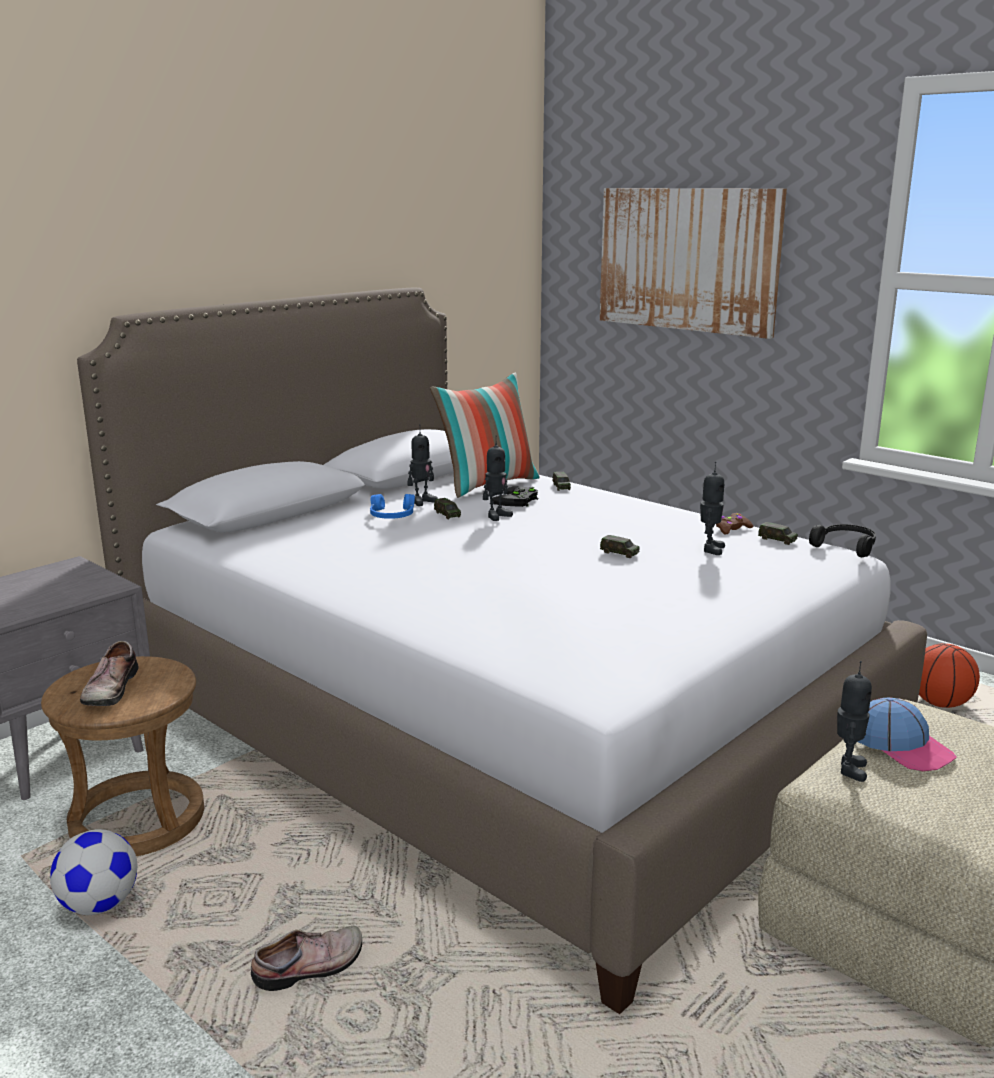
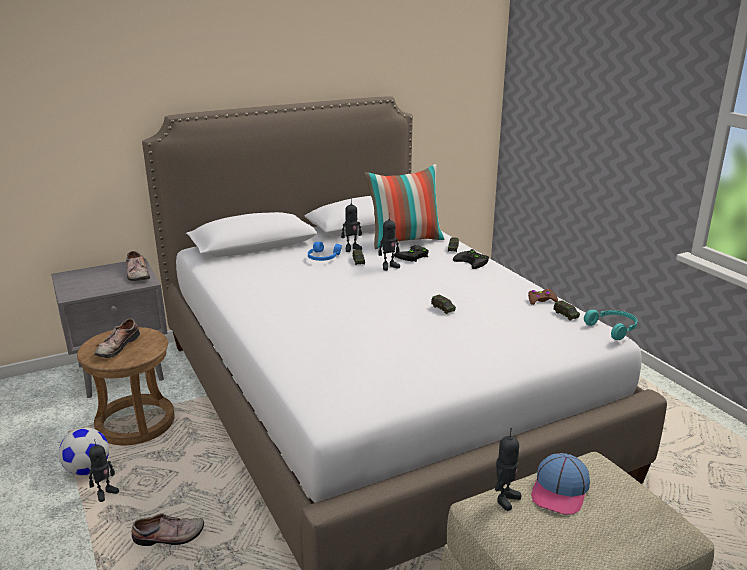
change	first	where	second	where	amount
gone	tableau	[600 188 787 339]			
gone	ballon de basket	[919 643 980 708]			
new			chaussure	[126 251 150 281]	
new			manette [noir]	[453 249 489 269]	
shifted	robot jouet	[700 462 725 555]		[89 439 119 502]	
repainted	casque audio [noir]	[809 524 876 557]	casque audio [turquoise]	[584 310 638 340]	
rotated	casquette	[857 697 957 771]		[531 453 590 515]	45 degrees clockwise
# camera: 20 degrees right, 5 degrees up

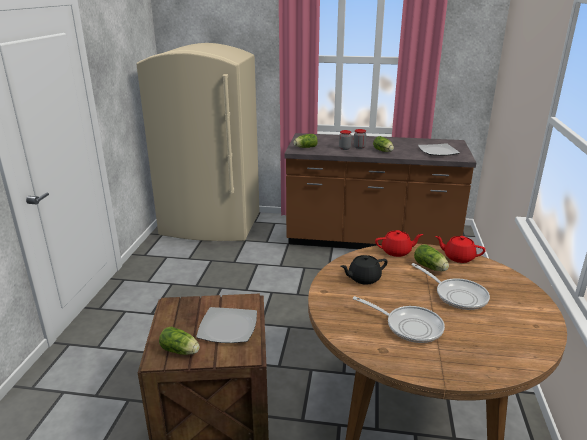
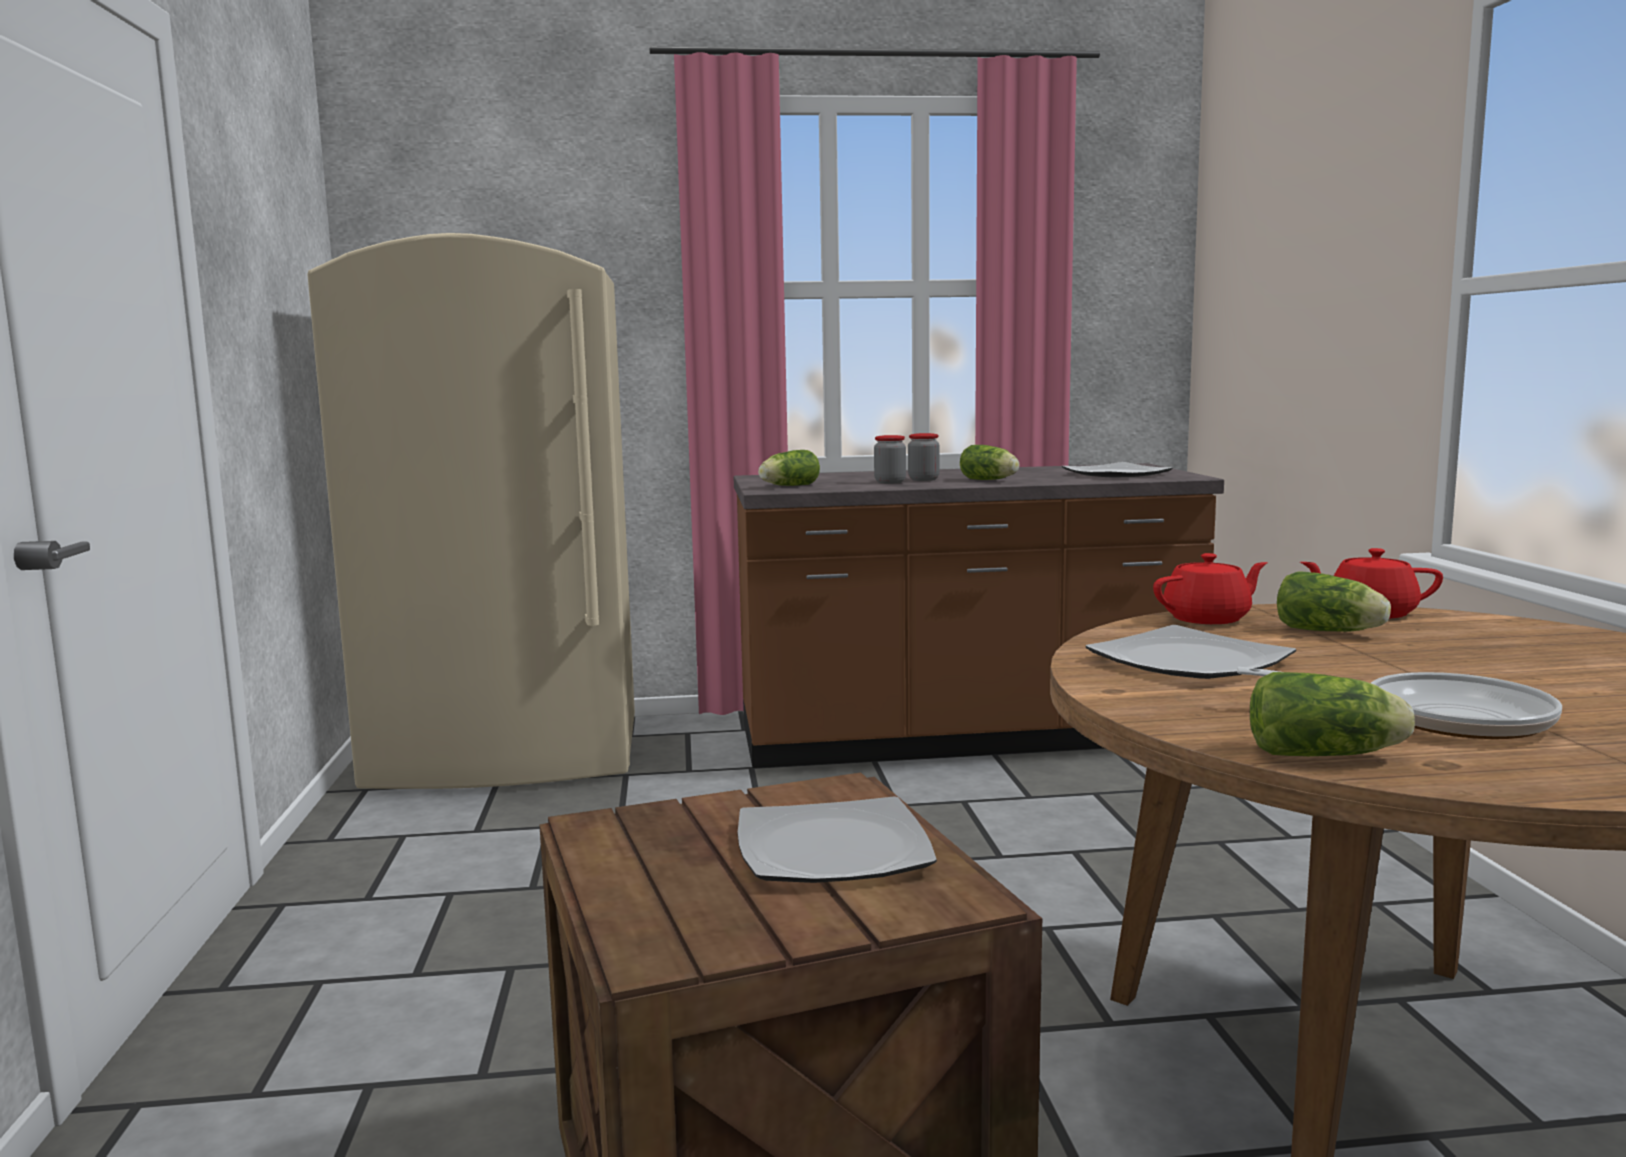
change	first	where	second	where	amount
gone	poêle	[411 263 490 310]			
shifted	laitue	[159 326 200 355]		[1250 672 1415 756]	
swapped	théière [noir]	[340 255 388 285]	assiette	[1086 625 1296 679]	
# camera: 15 degrees left, 15 degrees down

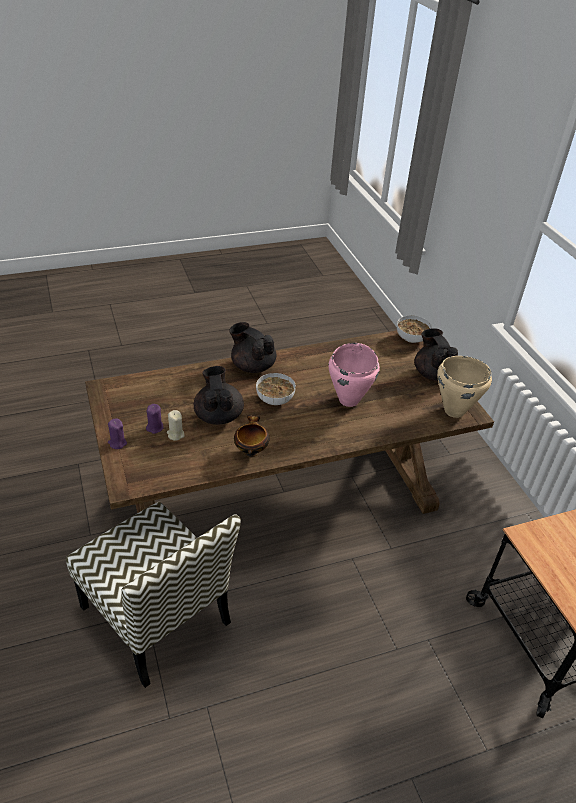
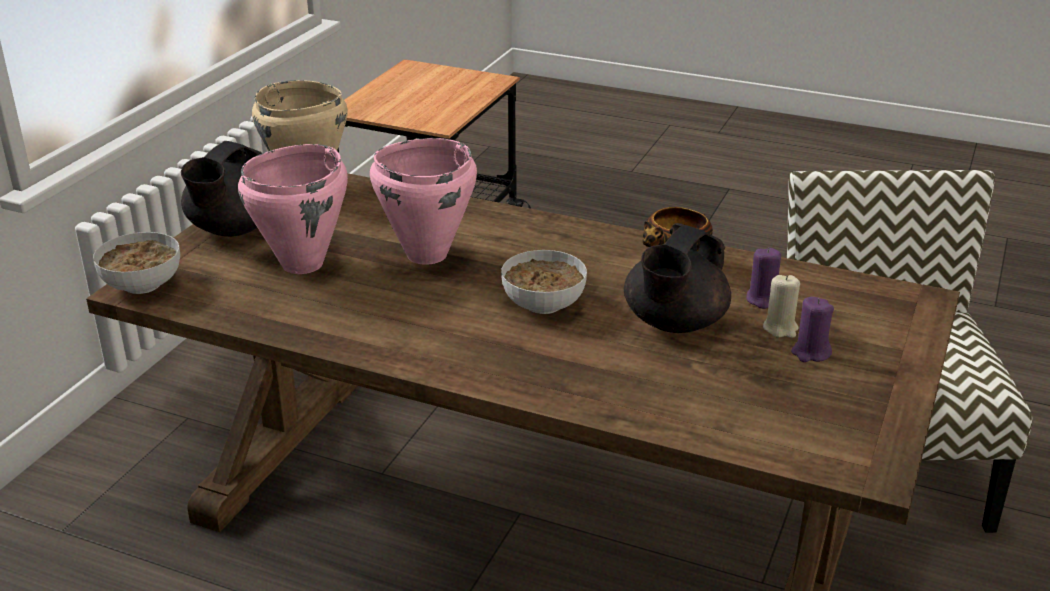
change	first	where	second	where	amount
gone	théière [noir]	[229 322 276 373]			
new			marmite [rose]	[238 144 348 274]	
shifted	bougie [violet]	[108 418 127 449]		[746 248 781 309]	
# camera: 135 degrees left, 10 degrees down

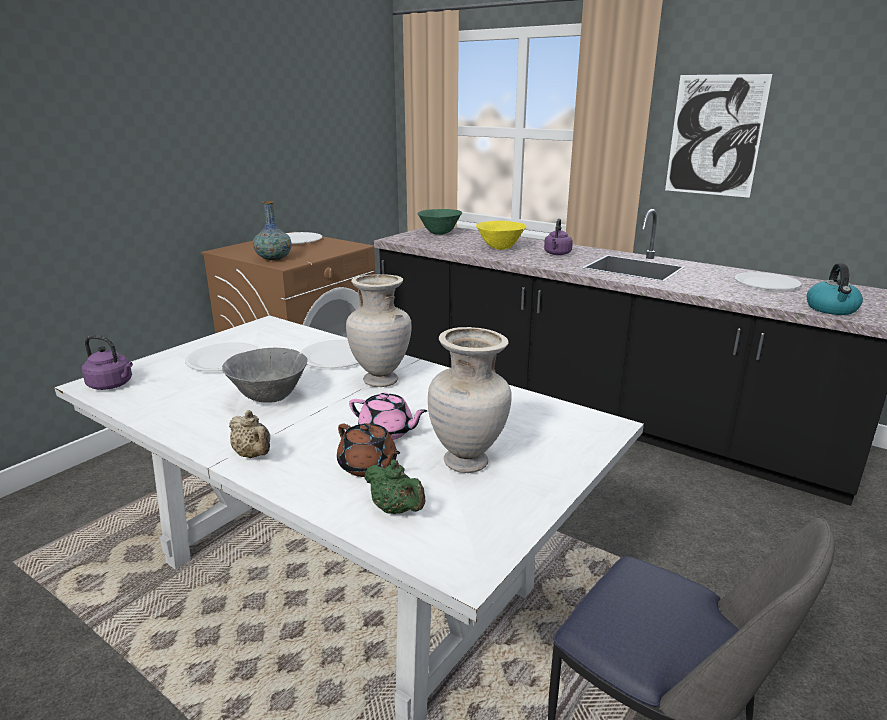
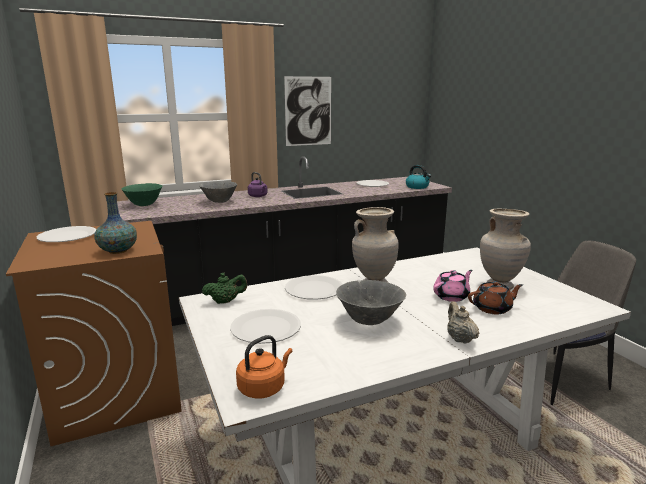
change	first	where	second	where	amount
shifted	théière [vert]	[364 459 425 514]		[202 273 247 304]	
repainted	bouilloire [violet]	[82 335 133 390]	bouilloire [orange]	[236 335 292 399]	
repainted	bol [jaune]	[476 221 527 250]	bol [gris]	[199 181 237 203]	
rotated	théière [beige]	[229 410 270 458]		[447 301 479 344]	90 degrees counterclockwise
# camera: 60 degrees left, 5 degrees down

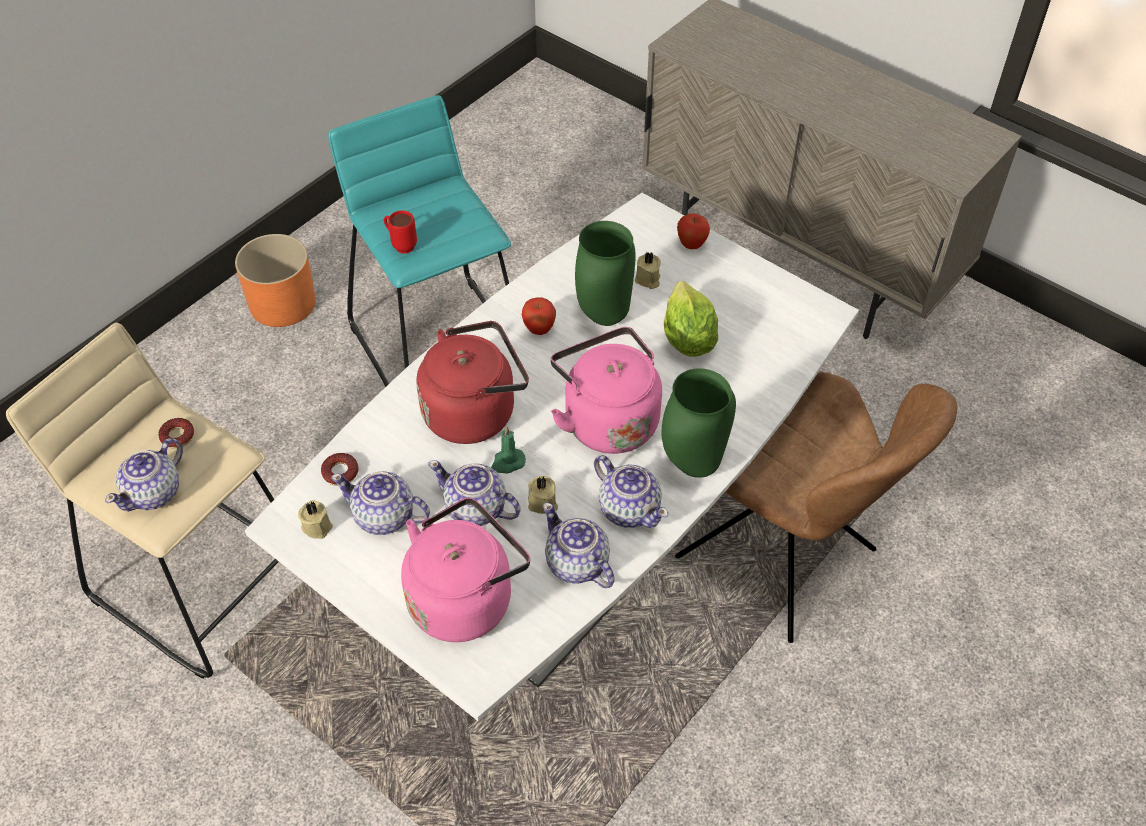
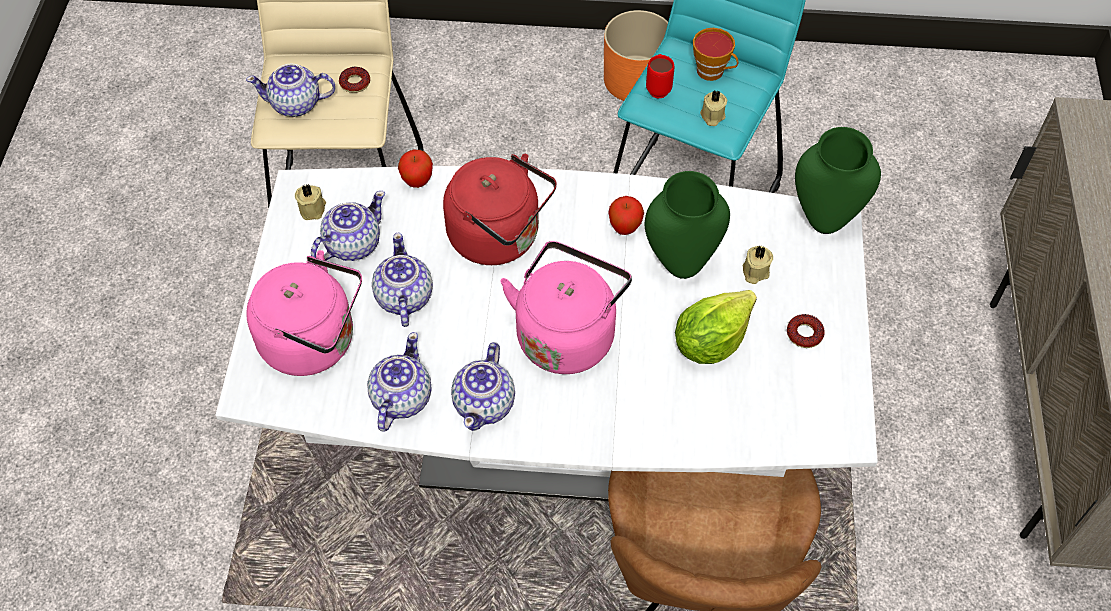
change	first	where	second	where	amount
gone	bougie [vert]	[491 426 526 474]			
new			tasse	[693 28 738 81]	
shifted	beignet	[321 453 358 486]		[787 314 825 348]	
shifted	bougie [beige]	[528 476 558 514]		[700 90 727 126]	
shifted	vase [vert]	[661 368 736 478]		[795 127 881 234]	
shifted	pomme	[677 213 710 249]		[398 150 433 188]	
rotated	théière	[331 471 430 535]		[311 191 385 261]	60 degrees clockwise
# camera: 55 degrees right, 5 degrees up

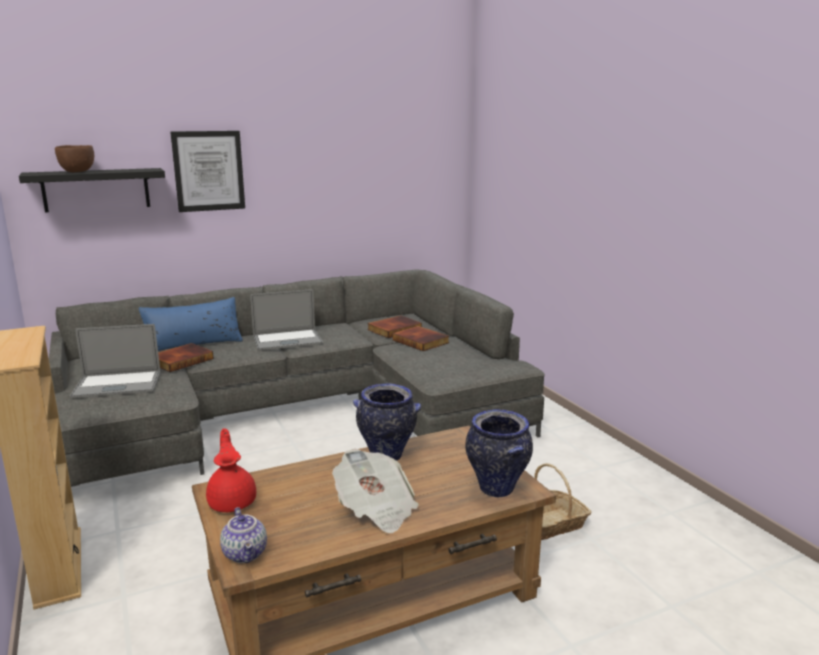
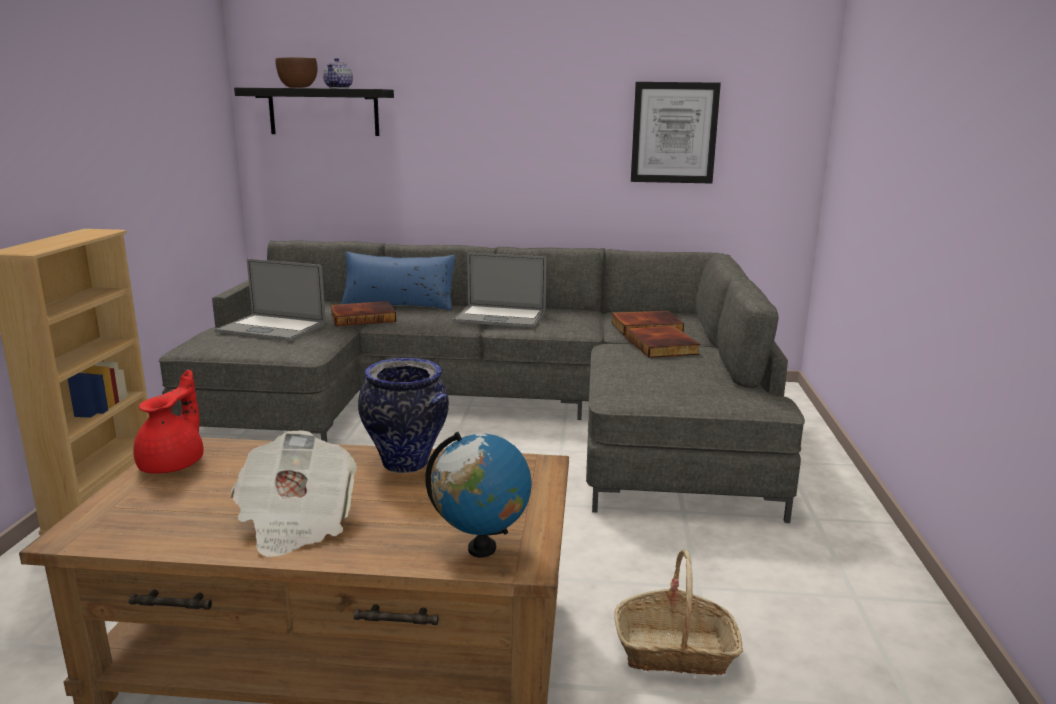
change	first	where	second	where	amount
shifted	tableau	[170 131 245 212]		[631 82 721 183]	
shifted	théière	[220 507 267 563]		[323 58 353 88]	
swapped	vase	[465 409 533 497]	globe	[425 432 532 558]	
# camera: 30 degrees right, 0 degrees up

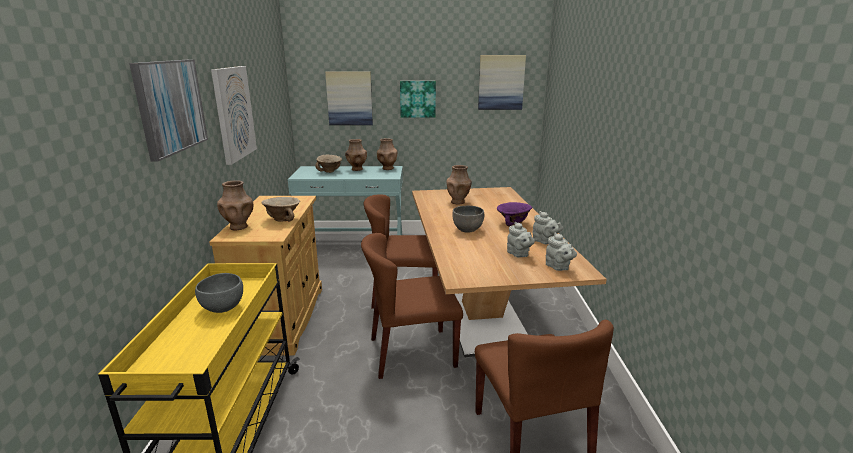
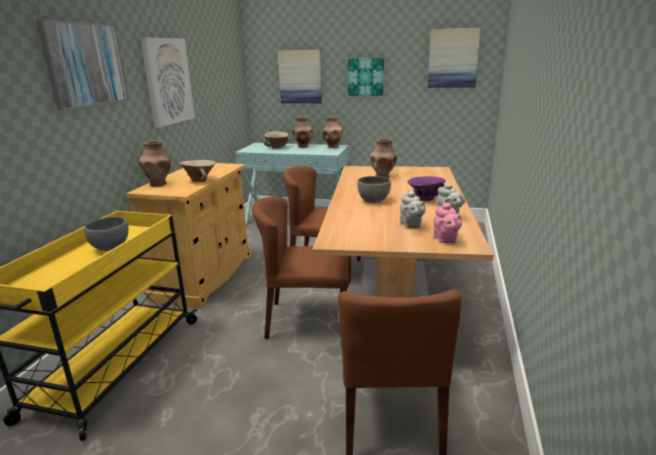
change	first	where	second	where	amount
repainted	théière [gris]	[546 233 577 271]	théière [rose]	[433 201 462 243]	
# camera: 15 degrees right, 0 degrees up

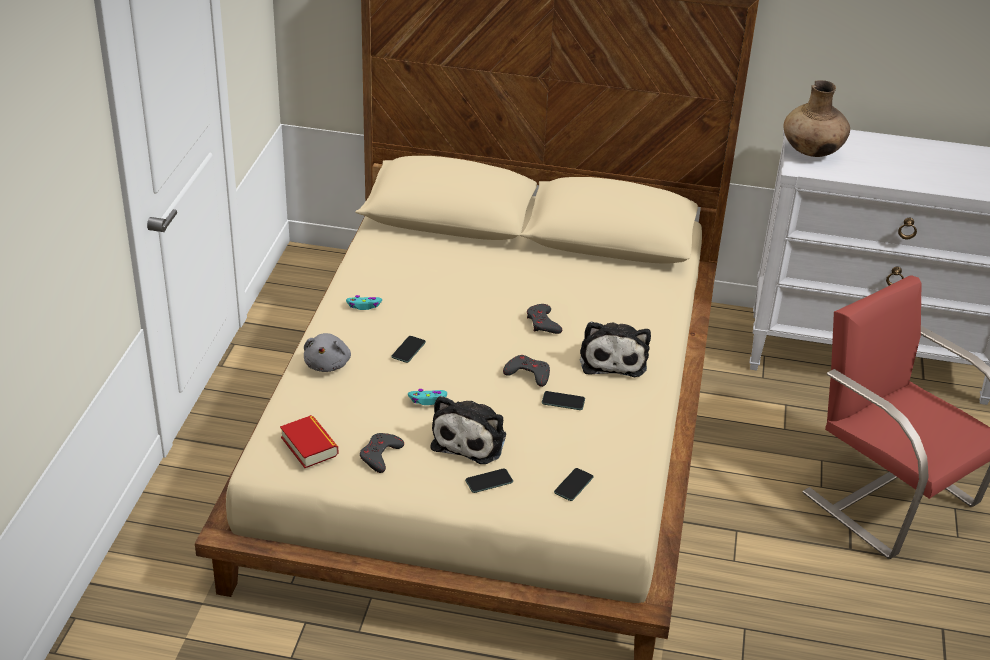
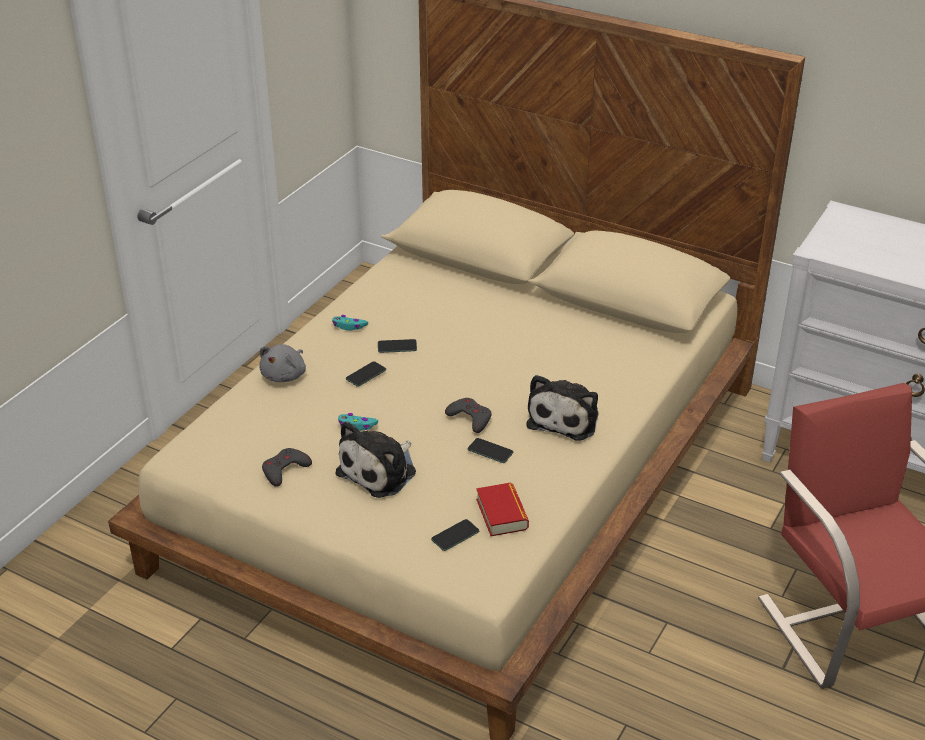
change	first	where	second	where	amount
gone	manette [gris]	[527 304 562 334]			
gone	vase [marron]	[783 80 850 157]			
shifted	livre	[280 415 339 468]		[476 483 529 536]	
shifted	téléphone	[465 468 513 493]		[378 339 417 353]	
# camera: 20 degrees right, 0 degrees up

